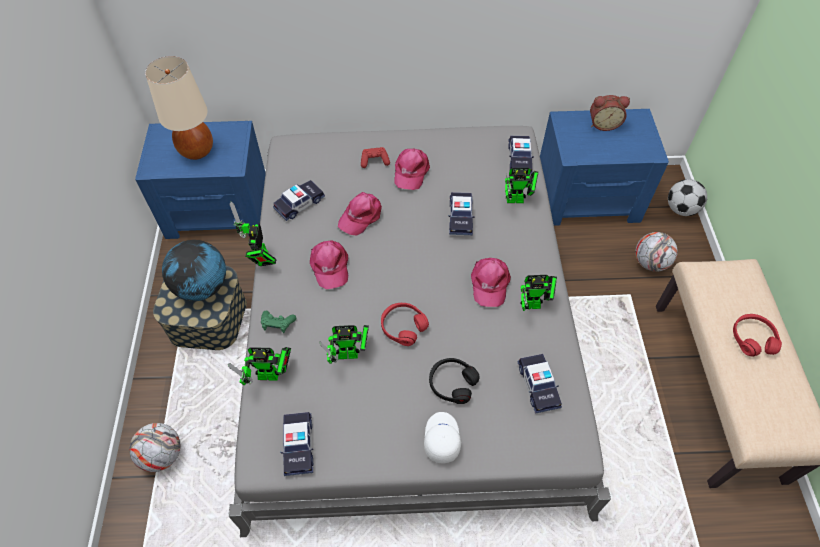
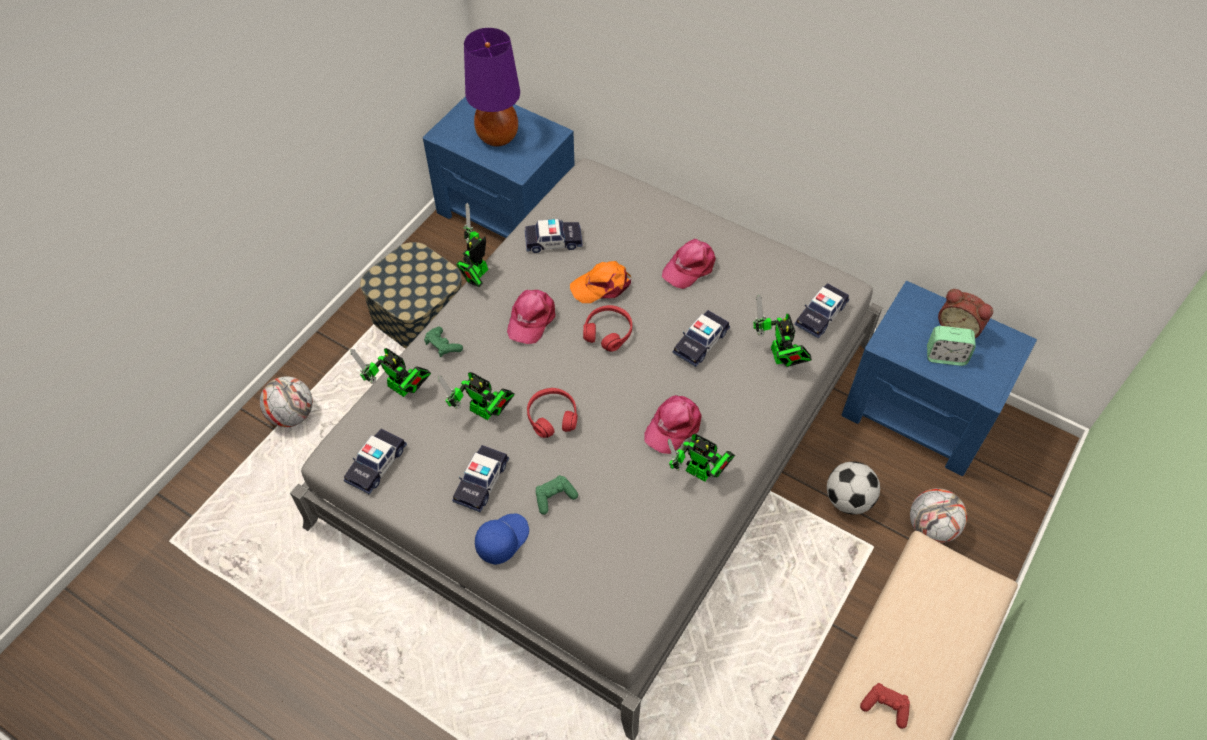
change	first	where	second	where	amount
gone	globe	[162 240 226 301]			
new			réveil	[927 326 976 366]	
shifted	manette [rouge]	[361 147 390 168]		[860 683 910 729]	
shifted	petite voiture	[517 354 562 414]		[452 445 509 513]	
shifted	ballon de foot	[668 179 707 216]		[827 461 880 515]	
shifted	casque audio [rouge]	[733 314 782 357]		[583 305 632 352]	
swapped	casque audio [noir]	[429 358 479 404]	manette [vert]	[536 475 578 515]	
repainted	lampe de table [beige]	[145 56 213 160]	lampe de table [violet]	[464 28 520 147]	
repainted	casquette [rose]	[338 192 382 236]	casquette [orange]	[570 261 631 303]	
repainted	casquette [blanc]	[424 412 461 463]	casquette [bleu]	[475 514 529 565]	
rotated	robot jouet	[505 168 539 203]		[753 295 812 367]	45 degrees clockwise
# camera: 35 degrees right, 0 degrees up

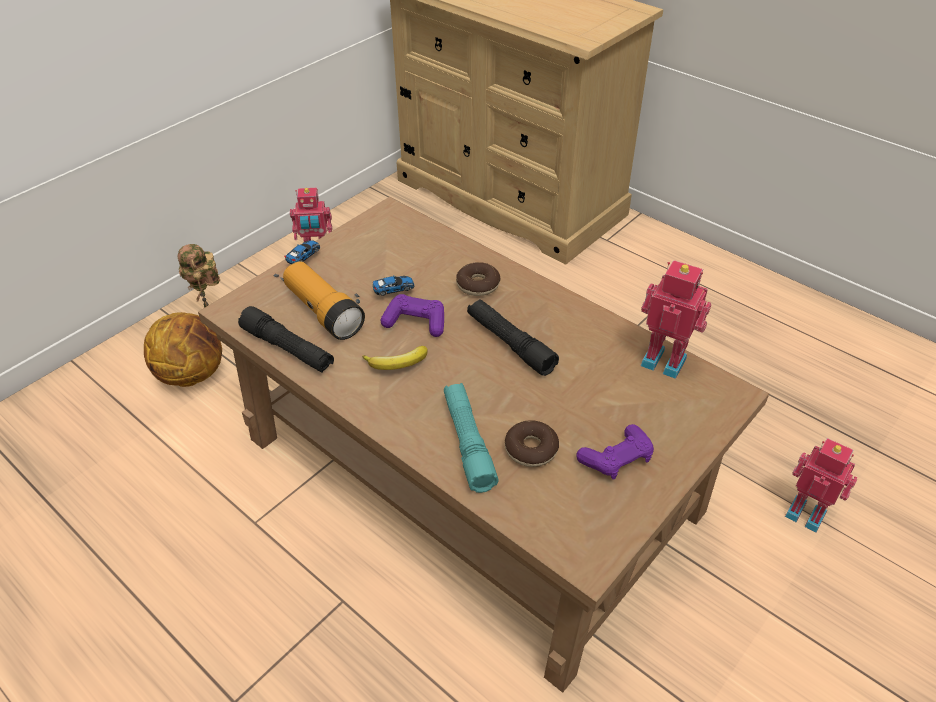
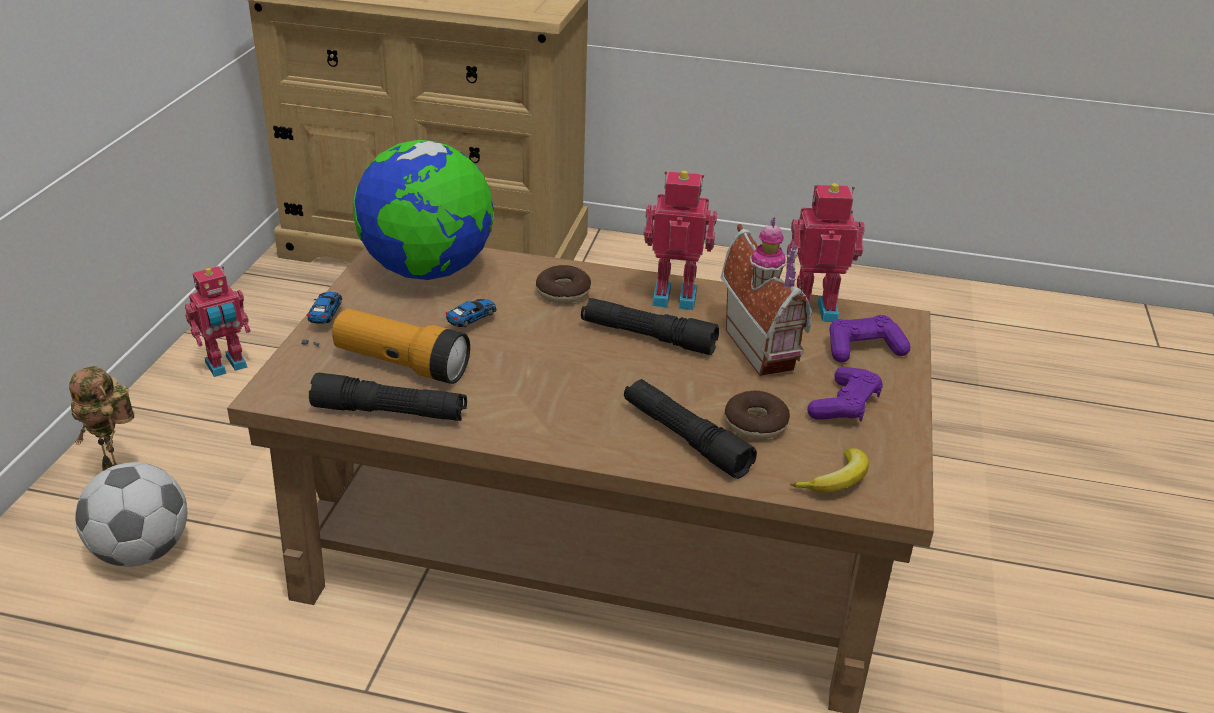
change	first	where	second	where	amount
new			globe	[353 140 494 280]	
new			maison miniature	[721 217 811 376]	
shifted	banane	[362 346 428 370]		[790 448 869 493]	
shifted	manette [violet]	[380 294 444 337]		[829 315 911 363]	
shifted	robot jouet	[785 438 857 533]		[644 171 717 310]	
swapped	ballon de basket	[144 312 222 387]	ballon de foot	[75 462 187 567]	
repainted	lampe de poche [turquoise]	[444 383 499 493]	lampe de poche [noir]	[624 379 757 479]	
# camera: 30 degrees left, 10 degrees down

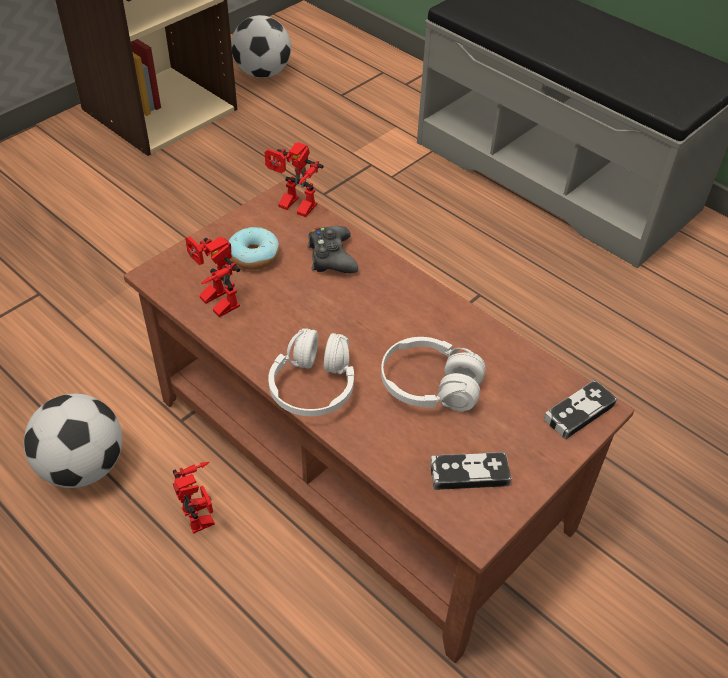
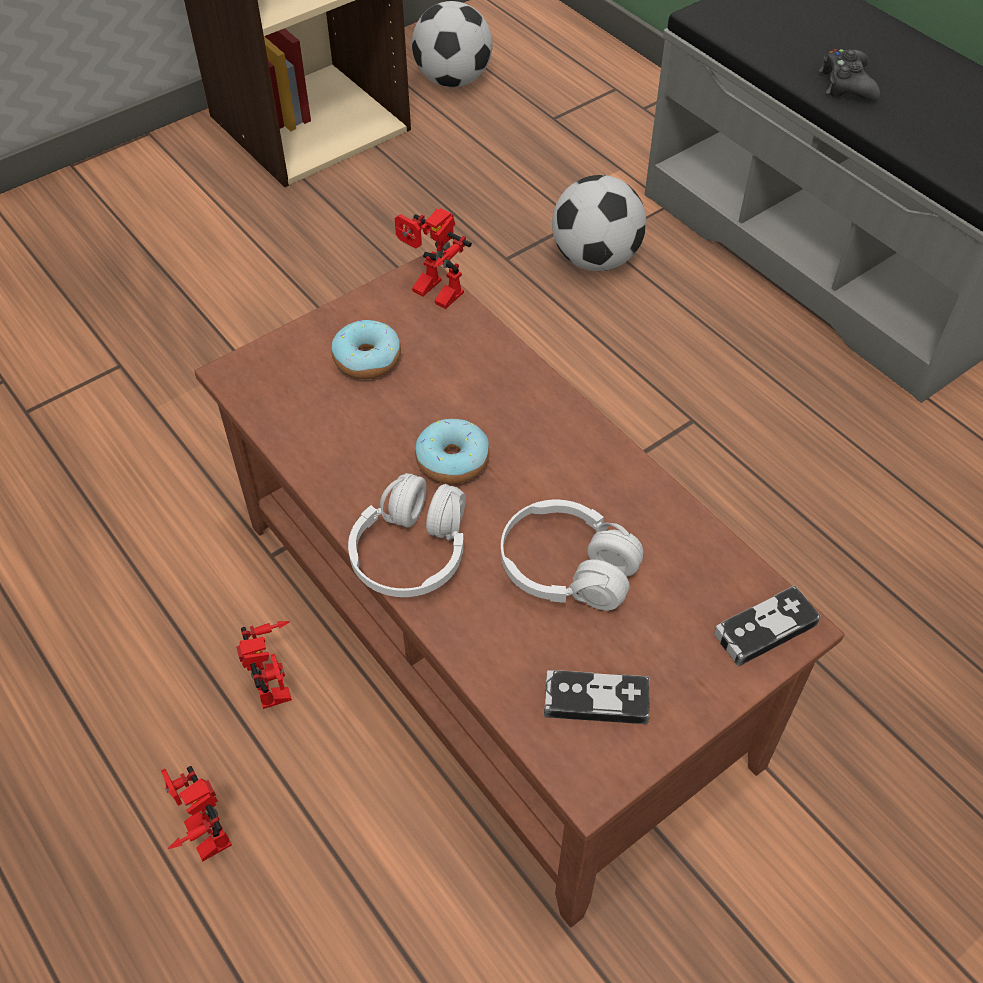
change	first	where	second	where	amount
new			beignet	[415 419 489 484]	
shifted	ballon de foot	[24 394 122 488]		[552 175 646 271]	
shifted	robot jouet	[185 236 240 317]		[161 766 232 861]	
shifted	manette [noir]	[307 226 358 274]		[819 49 880 100]	
# camera: 10 degrees right, 5 degrees up

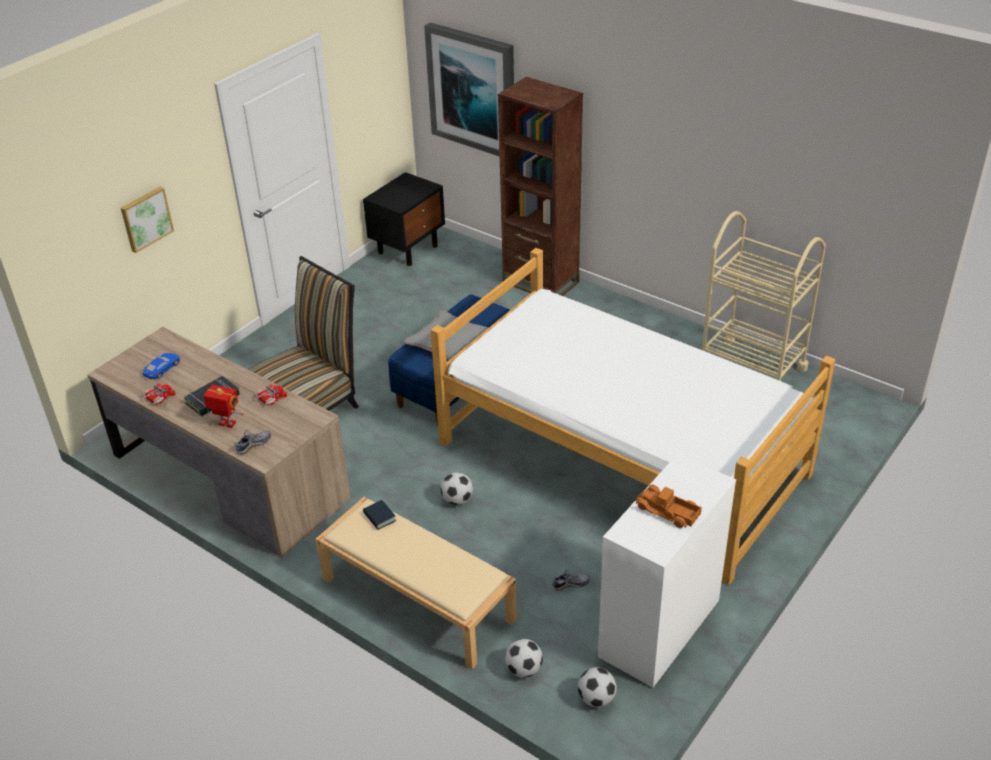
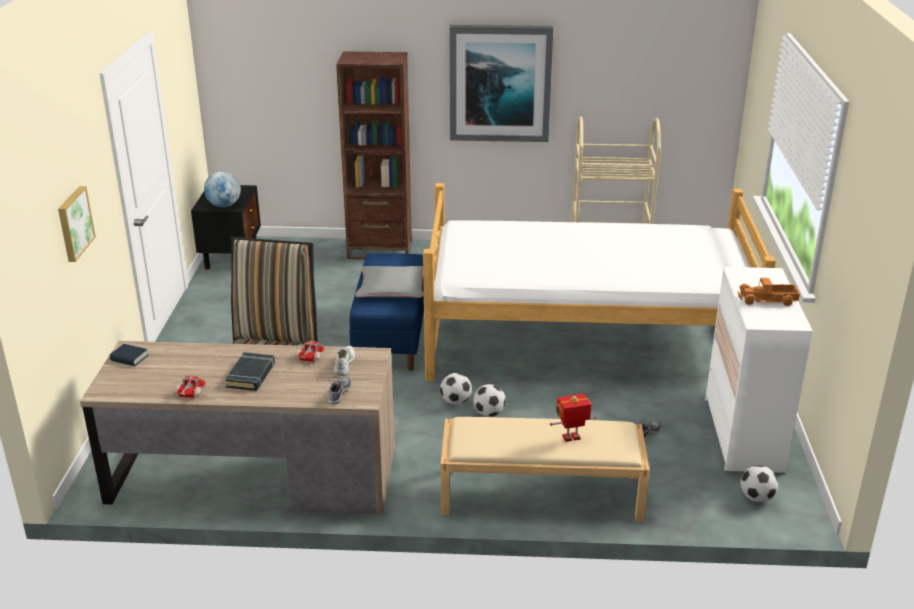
change	first	where	second	where	amount
gone	petite voiture [bleu]	[142 353 180 379]			
new			globe	[204 171 241 207]	
new			chaussure [blanc]	[334 346 355 376]	
shifted	robot jouet	[203 385 243 428]		[550 394 596 442]	
shifted	livre	[363 500 396 530]		[110 344 148 366]	
shifted	tableau	[424 23 514 157]		[450 25 553 142]	
shifted	ballon de foot	[505 639 543 678]		[440 373 472 405]	
# camera: 35 degrees left, 10 degrees down

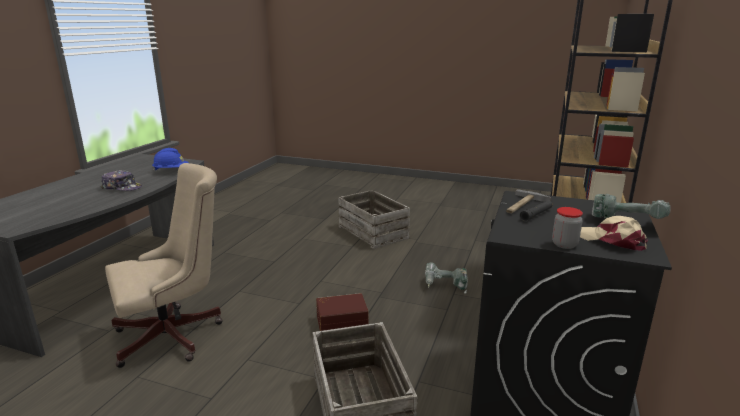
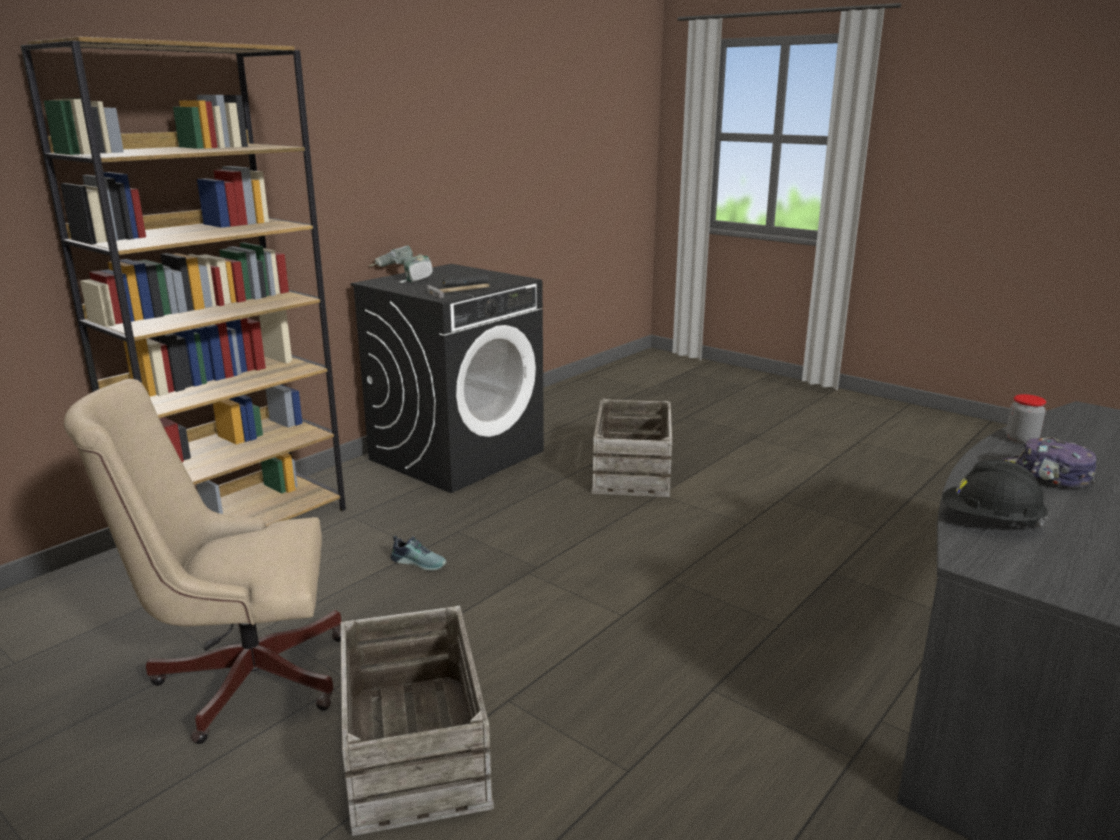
change	first	where	second	where	amount
gone	boîte de rangement [marron]	[316 293 368 331]			
gone	casquette [beige]	[580 216 648 251]			
shifted	chaise de bureau [beige]	[105 163 223 368]		[64 379 341 744]	
shifted	bocal	[552 207 583 249]		[1006 394 1046 444]	
swapped	perceuse	[425 262 468 294]	chaussure	[390 536 447 571]	
repainted	casque de chantier [bleu]	[152 148 189 172]	casque de chantier [noir]	[942 460 1048 528]	
# camera: 160 degrees left, 0 degrees up

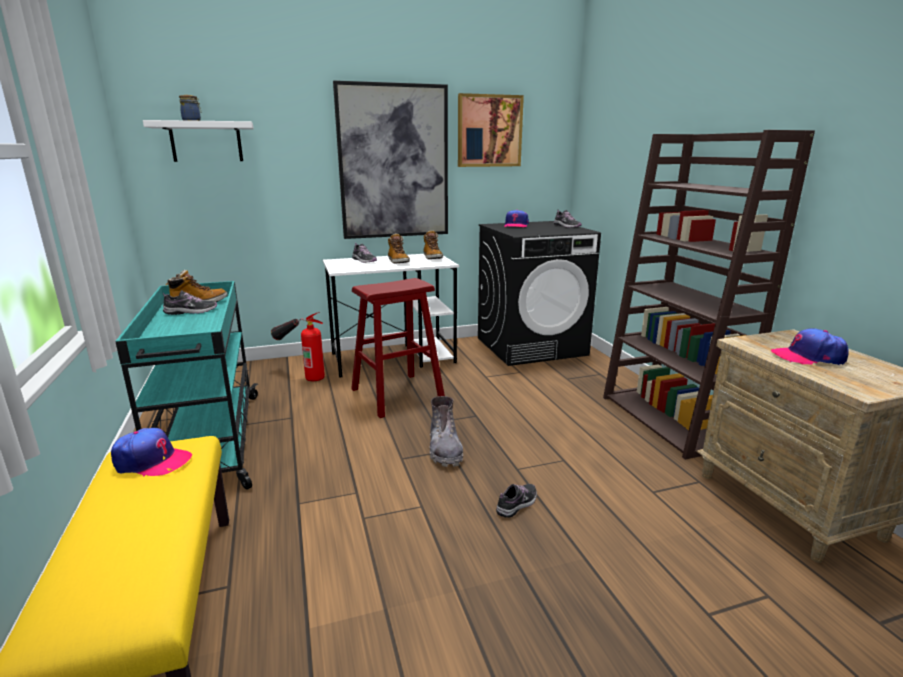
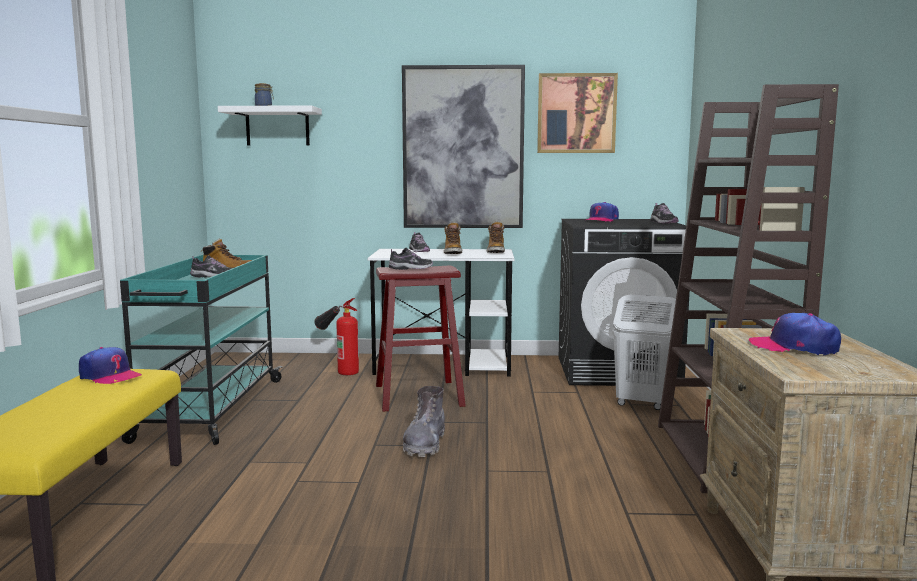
change	first	where	second	where	amount
new			panier à linge [blanc]	[612 295 676 410]	
shifted	chaussure	[496 484 537 518]		[389 248 433 270]	
# camera: 20 degrees right, 10 degrees down

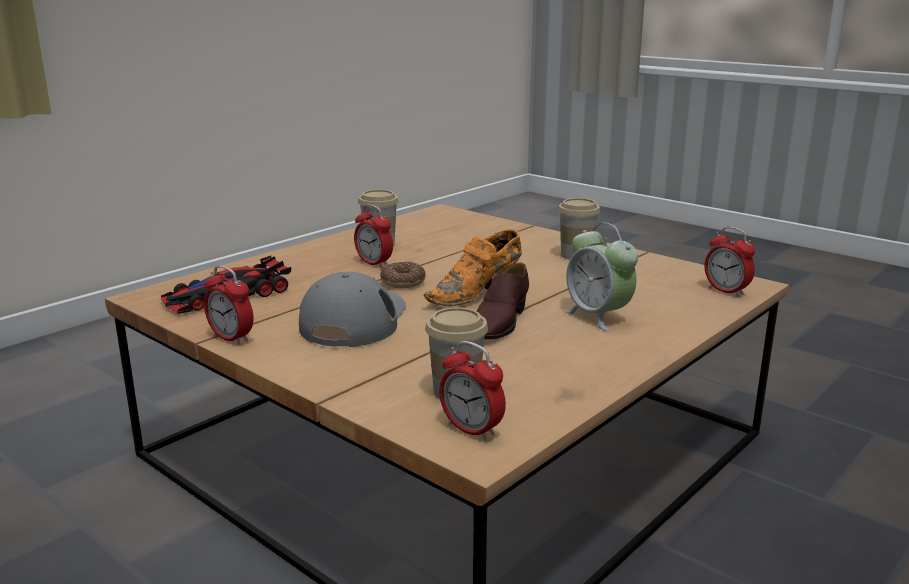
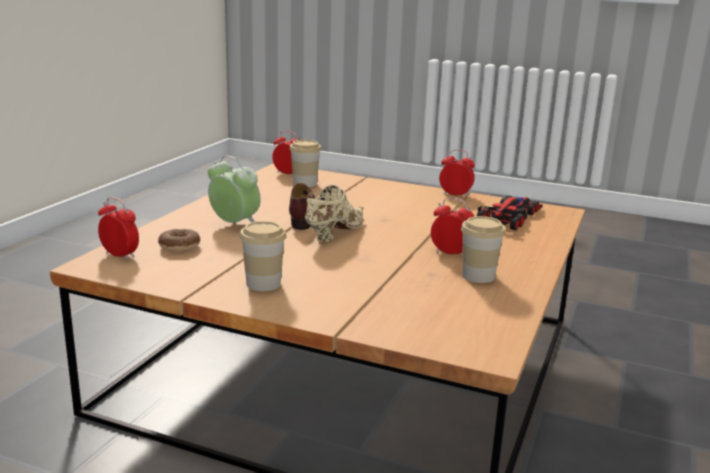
change	first	where	second	where	amount
gone	casquette [gris]	[299 272 406 347]			
shifted	beignet	[380 262 426 288]		[158 229 200 252]	
repainted	chaussure [orange]	[424 229 522 306]	chaussure [beige]	[305 185 363 242]	
# camera: 160 degrees right, 0 degrees up

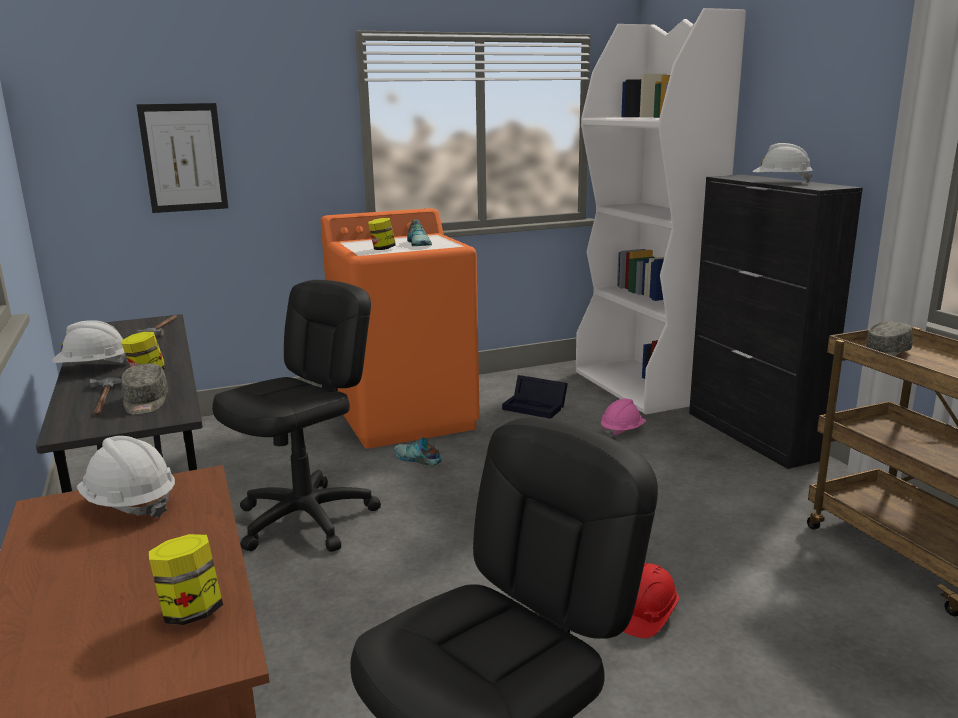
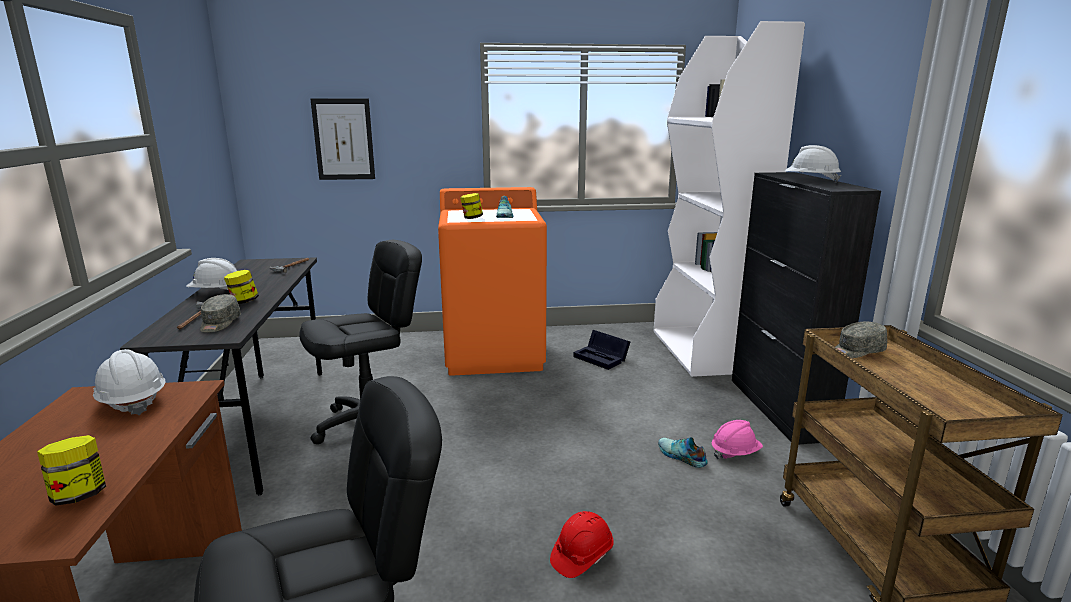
change	first	where	second	where	amount
shifted	chaussure	[394 437 442 466]		[658 437 707 468]	
shifted	casque de chantier [rose]	[601 399 646 437]		[712 420 763 459]	
# camera: 15 degrees right, 0 degrees up

